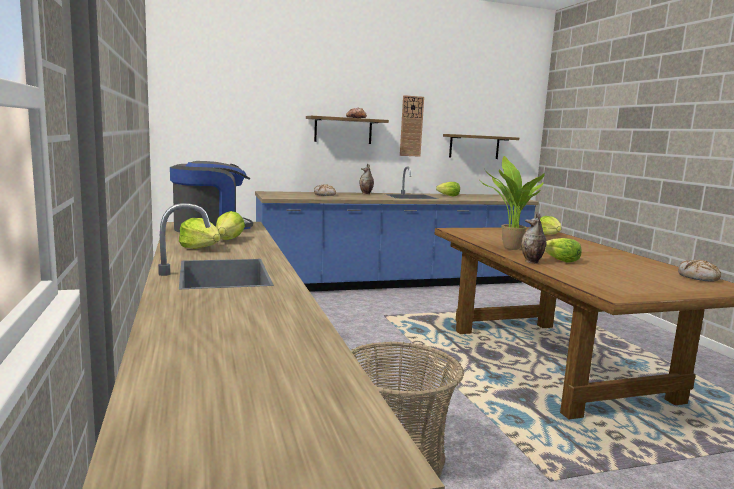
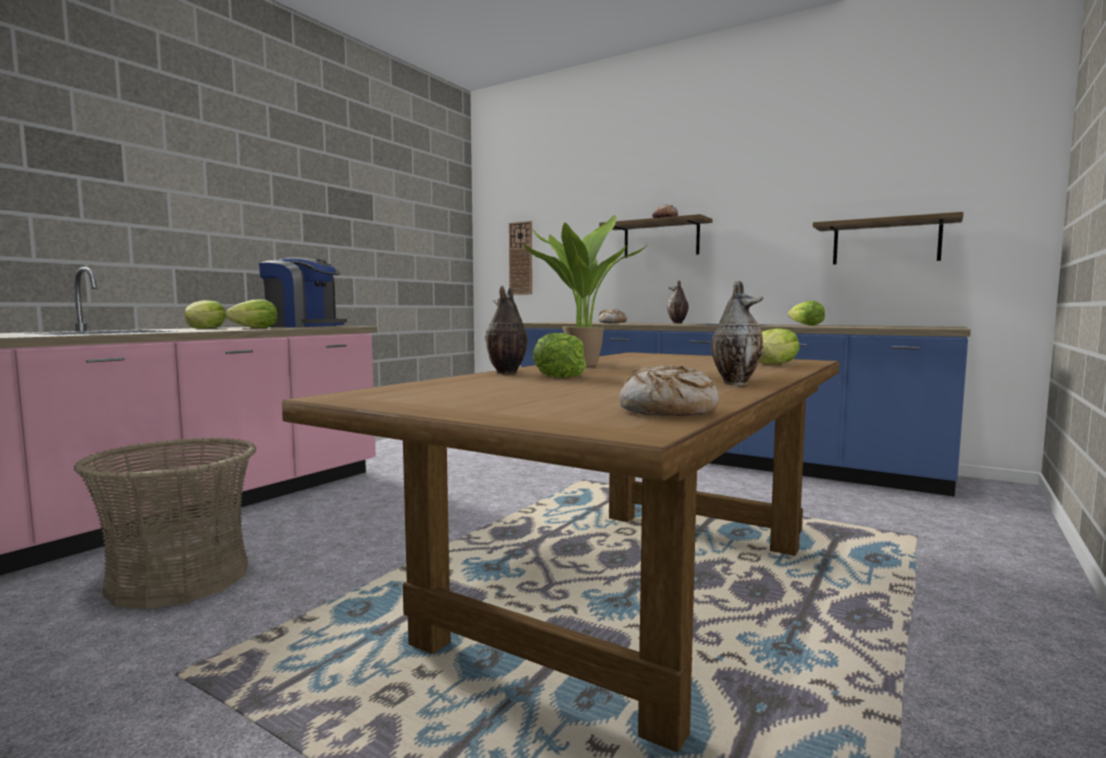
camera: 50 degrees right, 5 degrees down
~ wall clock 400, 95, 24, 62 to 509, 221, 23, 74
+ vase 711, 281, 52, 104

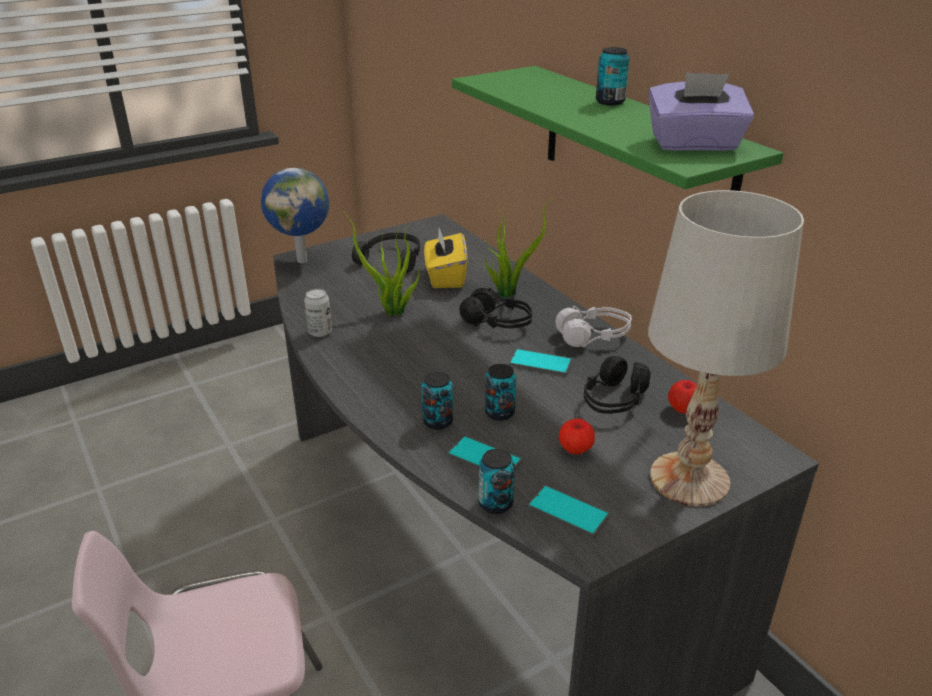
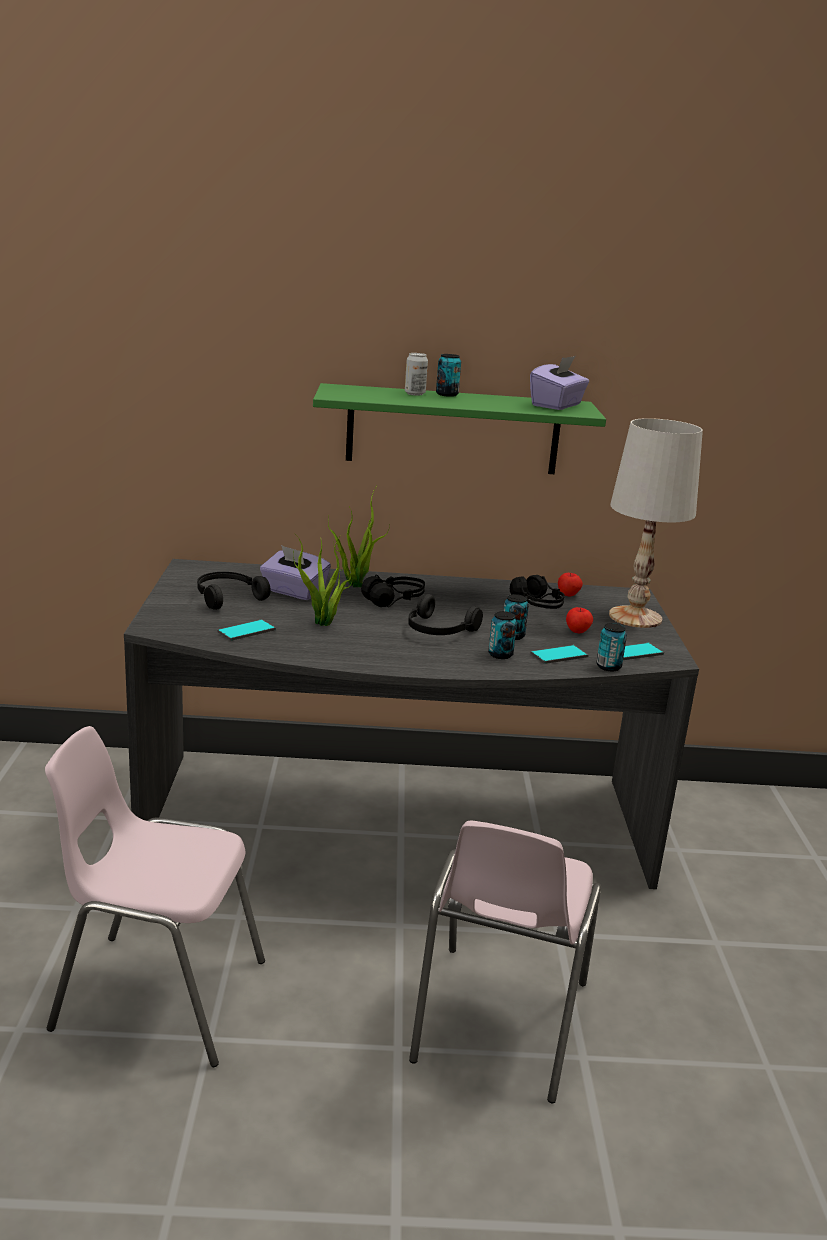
camera: 60 degrees left, 10 degrees down
- globe 261, 168, 68, 95
~ yellow tissue box 424, 228, 43, 60 to purple tissue box 260, 545, 71, 55
~ can 304, 289, 28, 48 to 405, 353, 23, 43
- white headphones 555, 306, 77, 41
~ phone 509, 349, 64, 27 to 217, 619, 59, 22
+ black headphones 408, 594, 75, 41
+ pink chair 45, 726, 220, 341

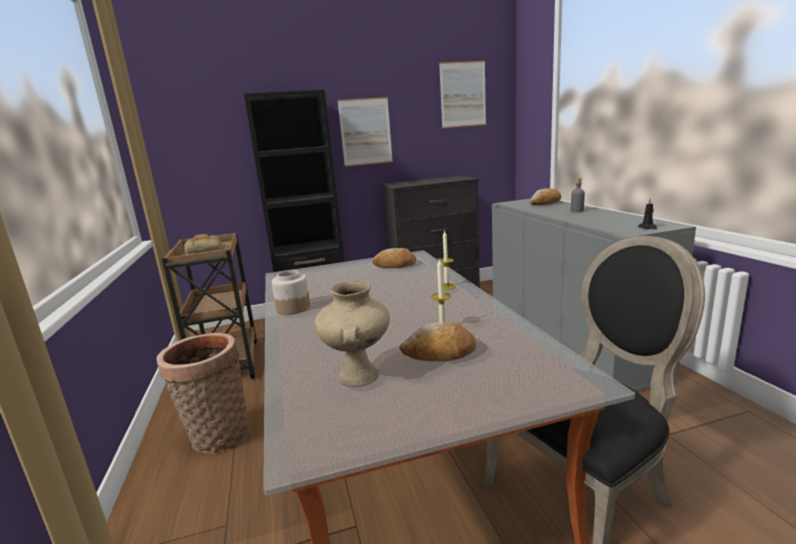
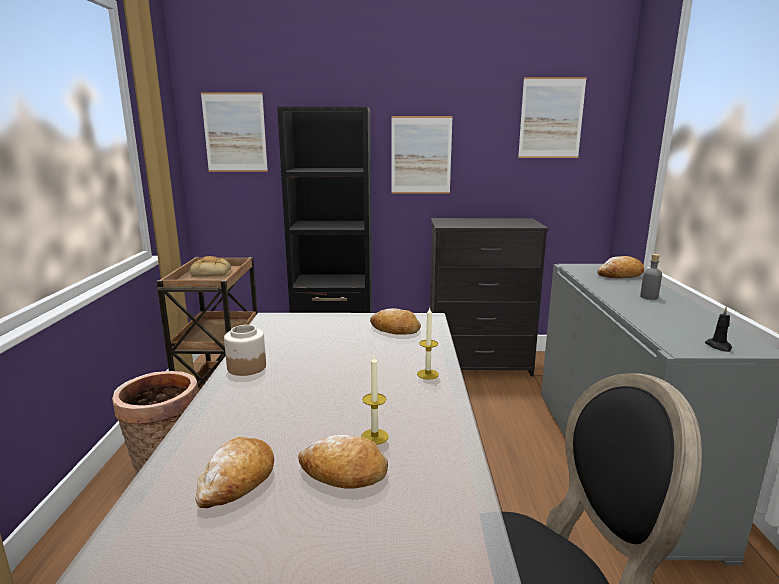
camera: 15 degrees right, 0 degrees up
~ beige vase 315, 281, 75, 106 to bread 196, 437, 78, 71
+ picture 201, 93, 67, 79

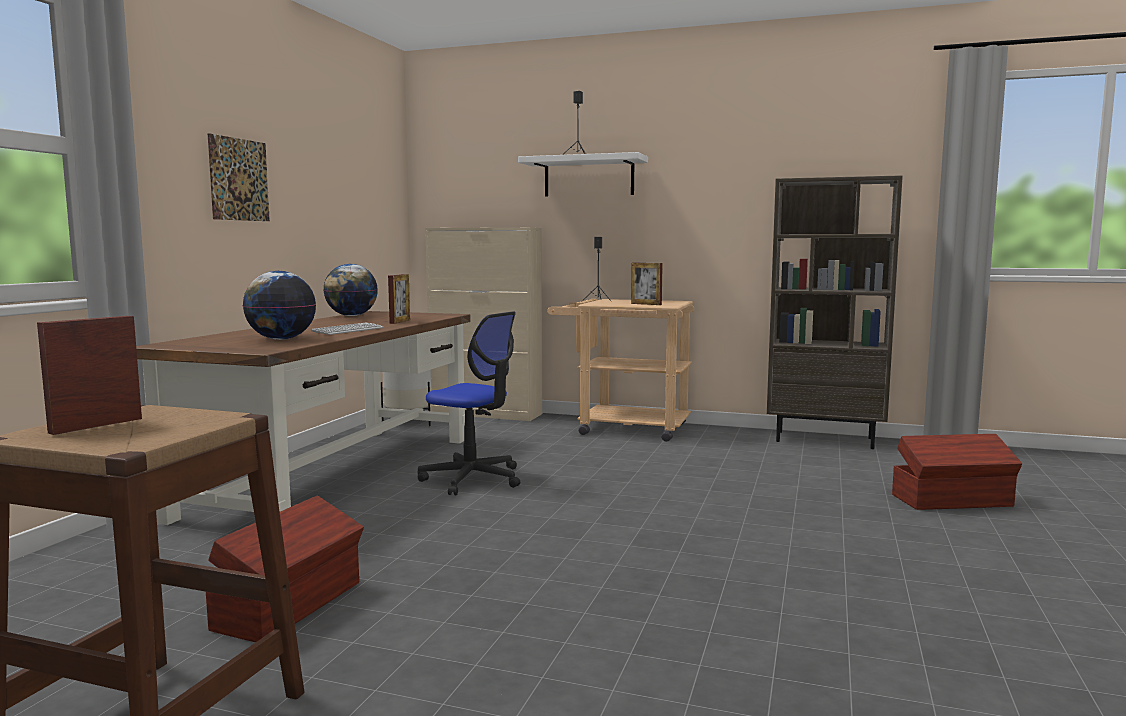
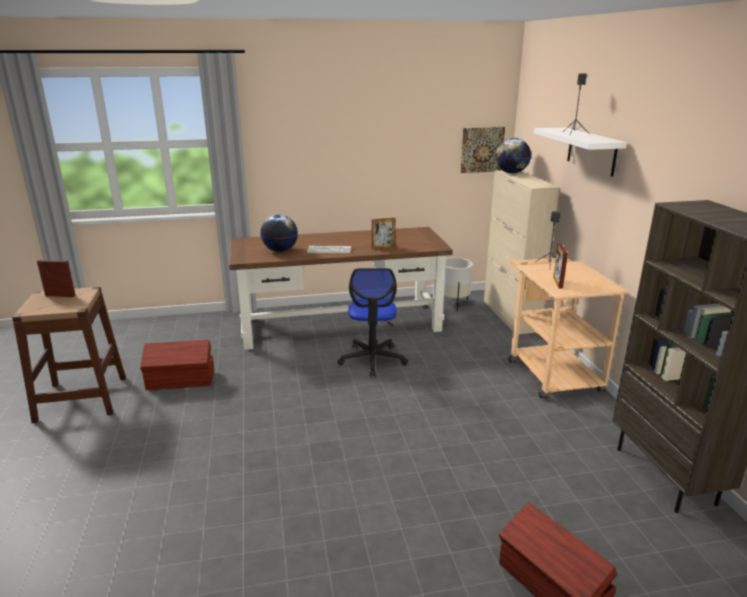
camera: 60 degrees right, 15 degrees up
~ picture 208, 133, 62, 88 to 461, 127, 44, 46
~ globe 323, 264, 55, 52 to 496, 138, 35, 36

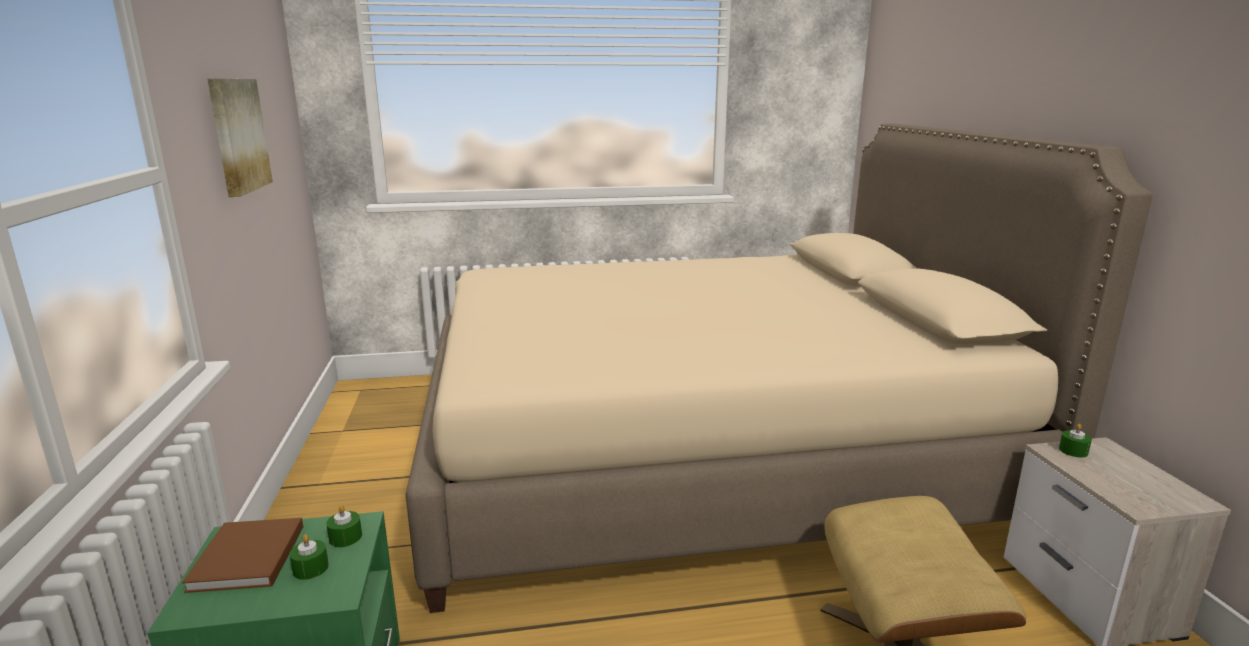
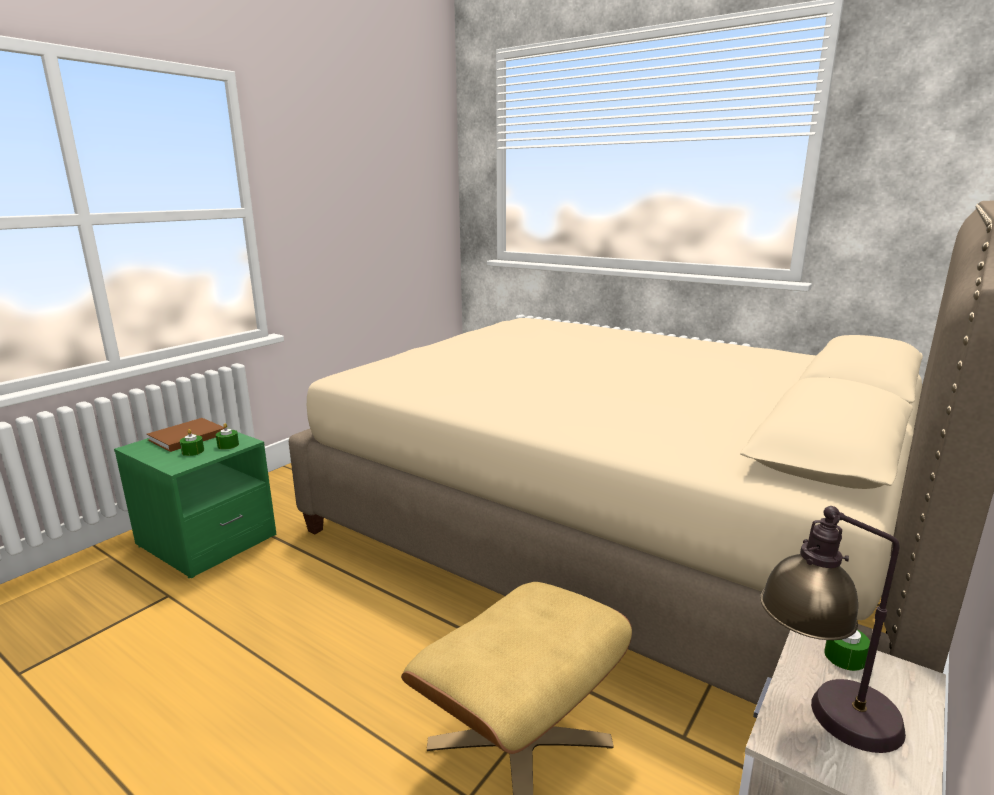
camera: 45 degrees right, 0 degrees up
- picture 207, 79, 66, 118
+ table lamp 760, 506, 146, 247

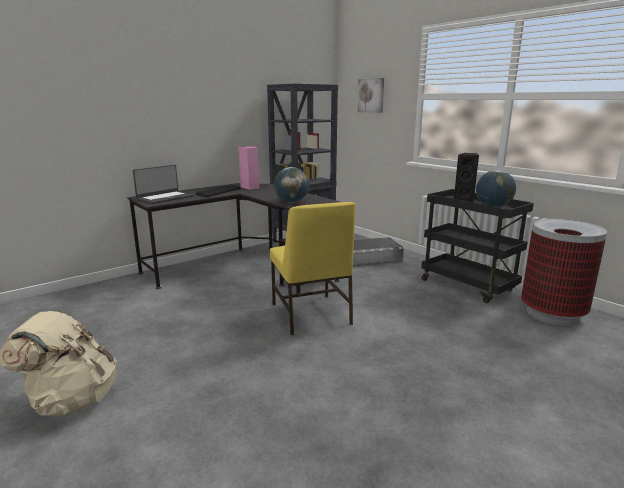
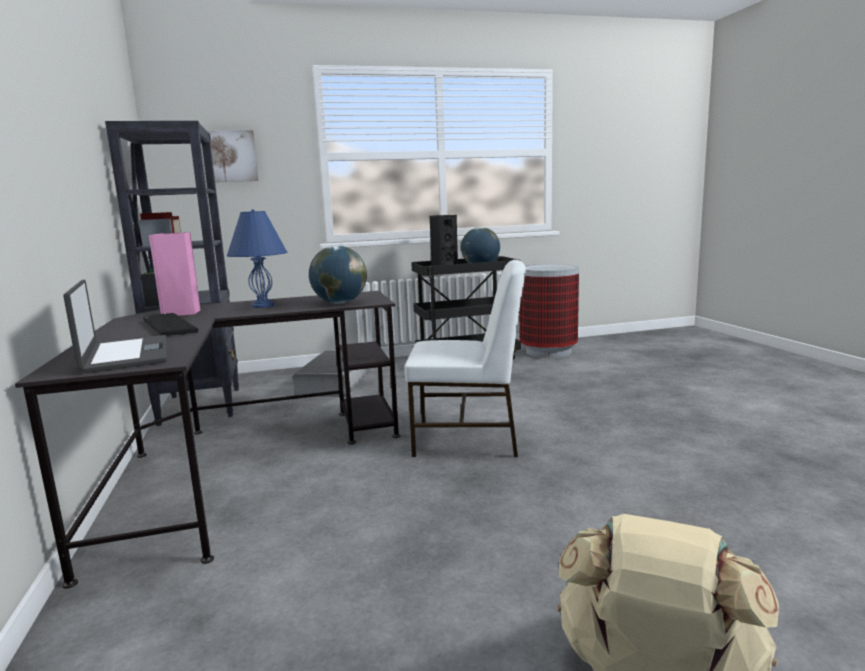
camera: 65 degrees left, 5 degrees down
~ yellow chair 270, 202, 86, 133 to white chair 405, 260, 121, 197
+ blue table lamp 227, 209, 60, 99

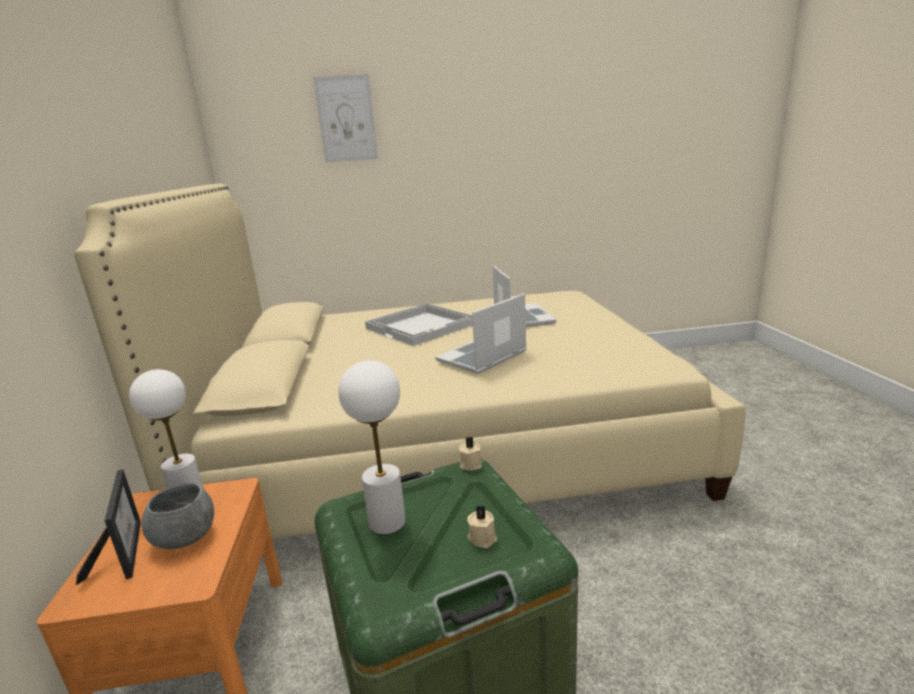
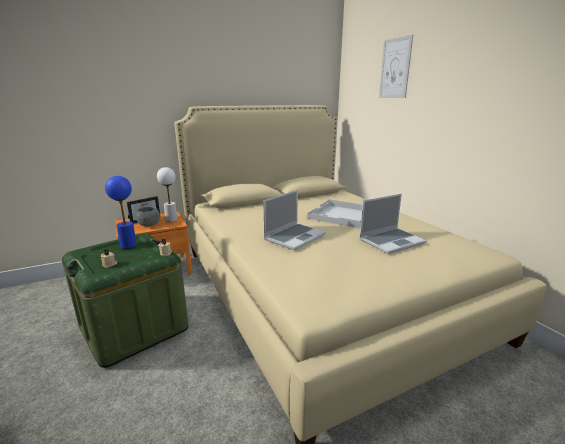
camera: 70 degrees right, 0 degrees up
~ laptop 435, 293, 92, 81 = 263, 190, 63, 60 105 degrees clockwise
~ white table lamp 338, 360, 68, 174 to blue table lamp 105, 176, 32, 73

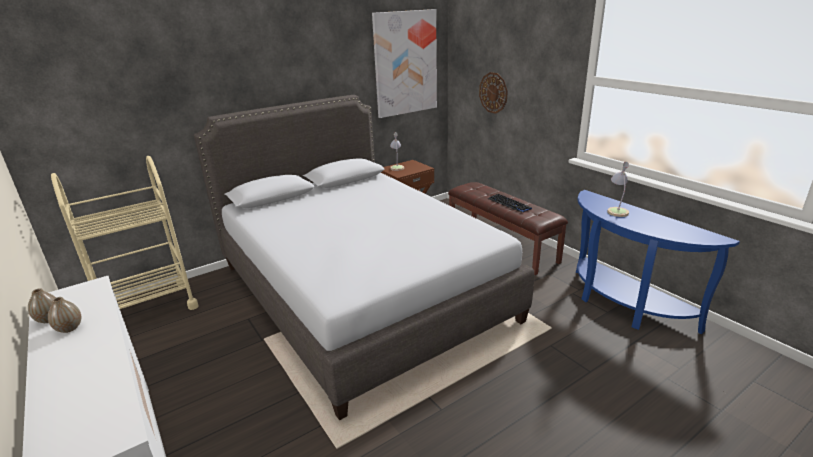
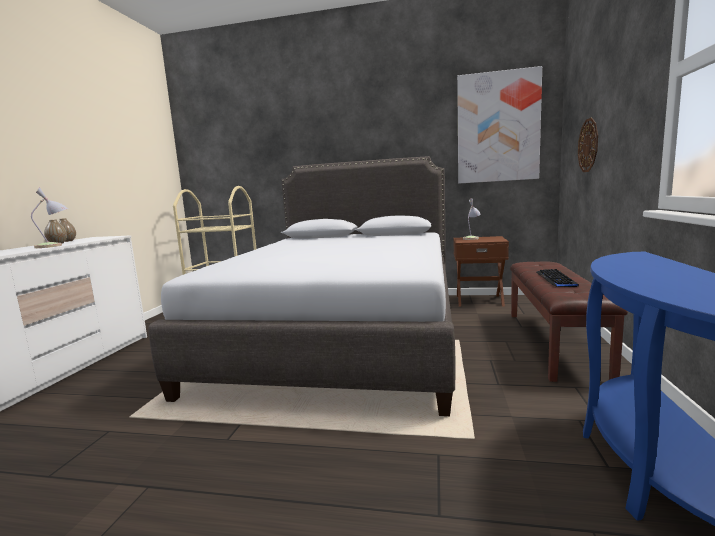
camera: 45 degrees right, 15 degrees down
~ table lamp 607, 162, 22, 55 to 31, 187, 37, 61

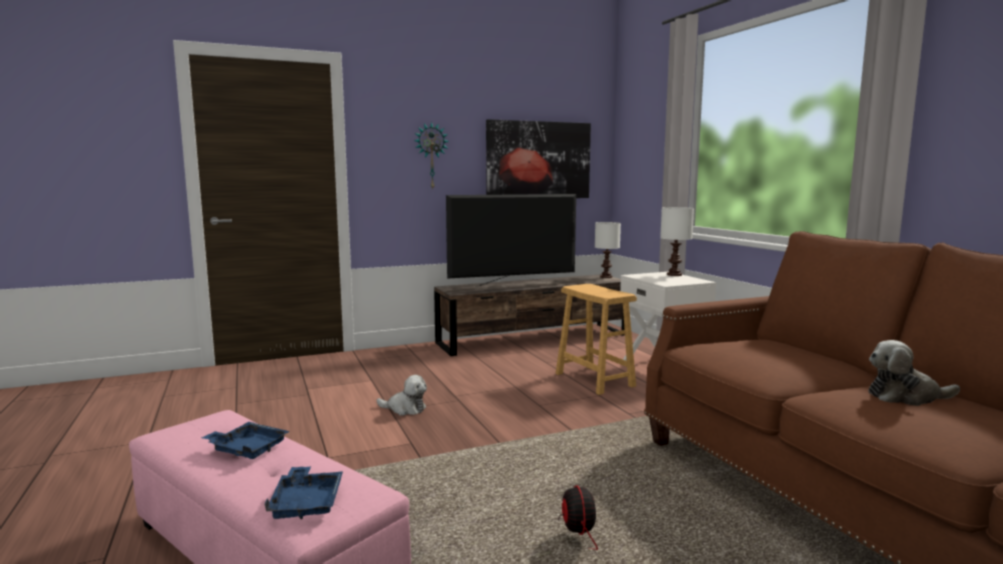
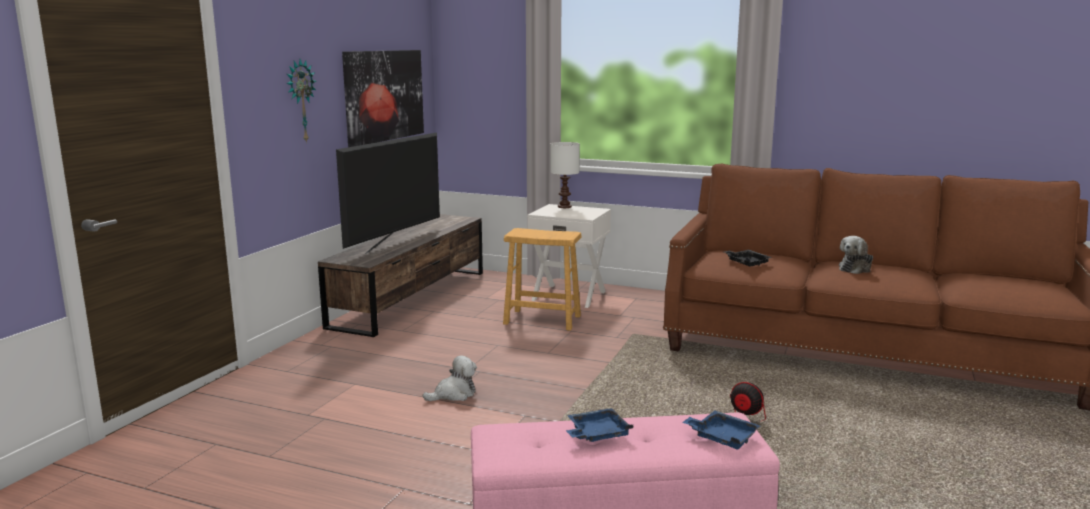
camera: 45 degrees left, 5 degrees up
- white table lamp 595, 222, 26, 56
+ black tray 724, 250, 48, 17

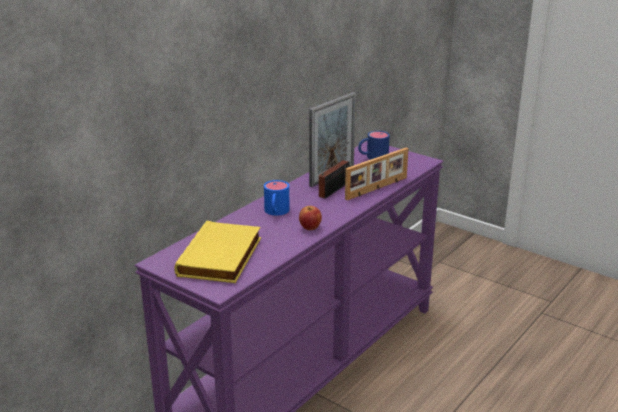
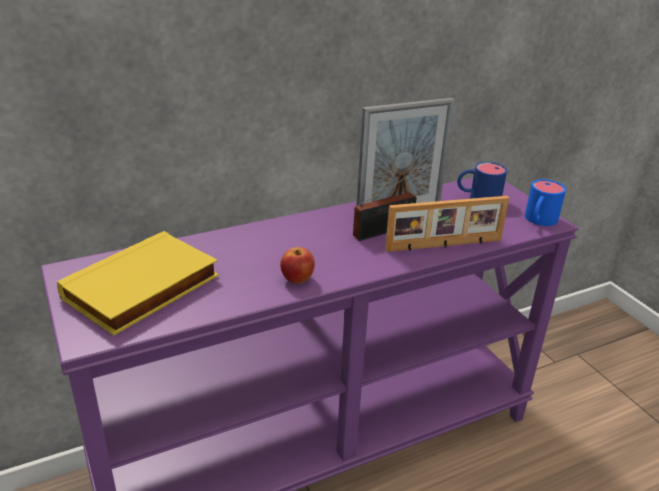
camera: 25 degrees right, 5 degrees up
~ blue mug 264, 180, 26, 36 to 525, 179, 41, 47

